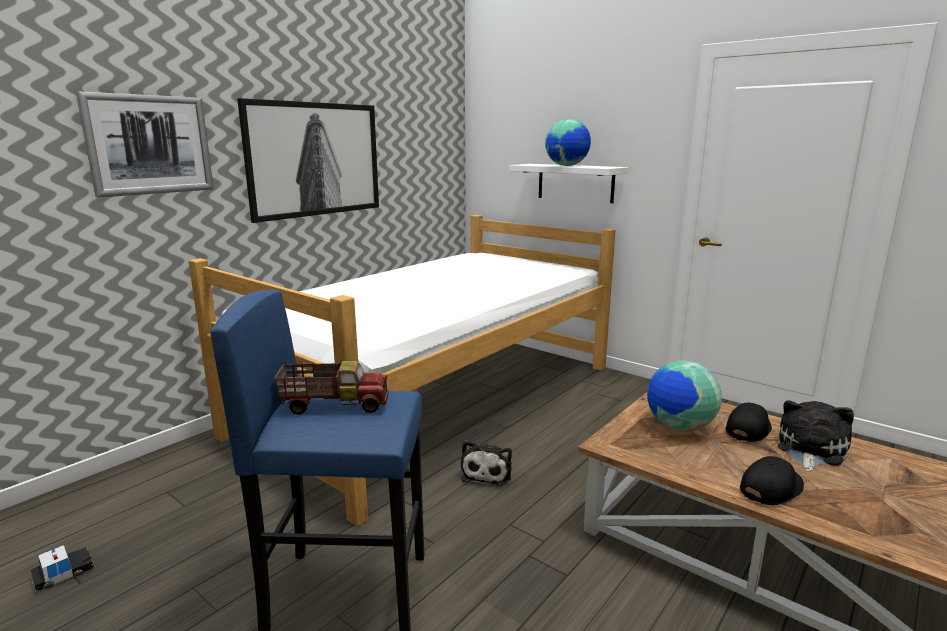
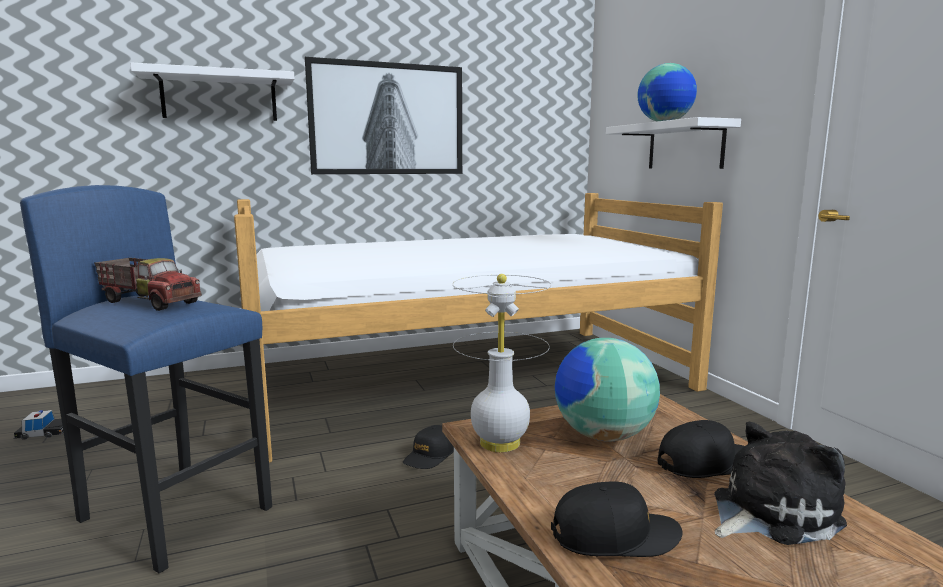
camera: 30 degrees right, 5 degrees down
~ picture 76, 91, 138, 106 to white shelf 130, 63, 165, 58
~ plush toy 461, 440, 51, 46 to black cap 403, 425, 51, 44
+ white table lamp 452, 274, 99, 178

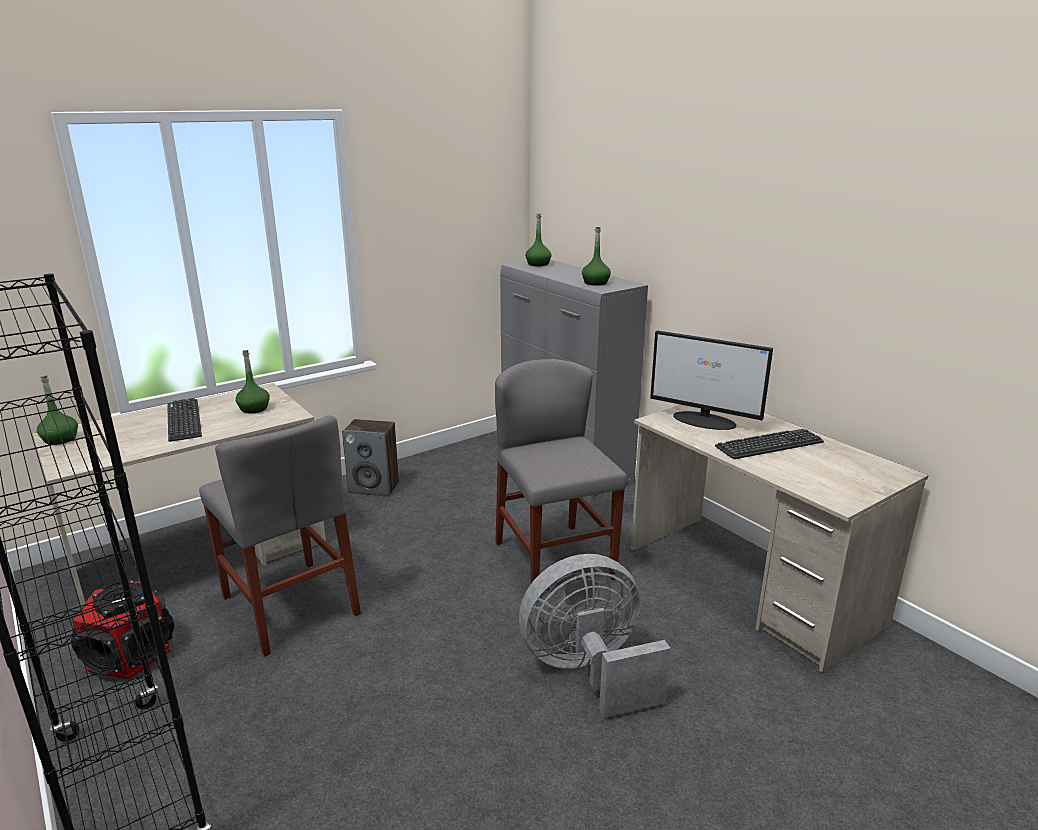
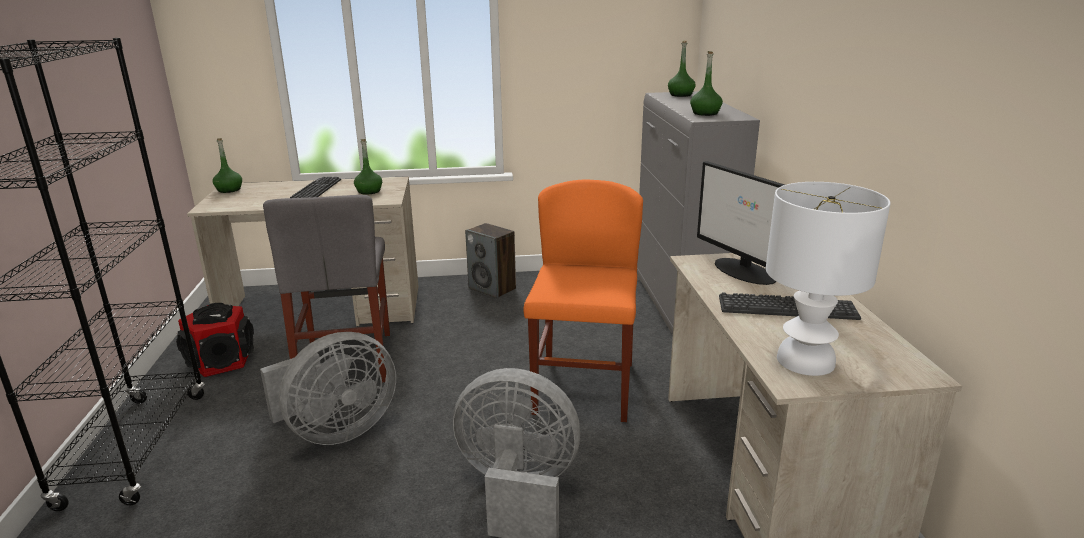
camera: 30 degrees right, 0 degrees up
~ grey chair 495, 359, 132, 224 to orange chair 523, 179, 120, 243
+ white table lamp 766, 182, 124, 194
+ grey fan 260, 332, 136, 113

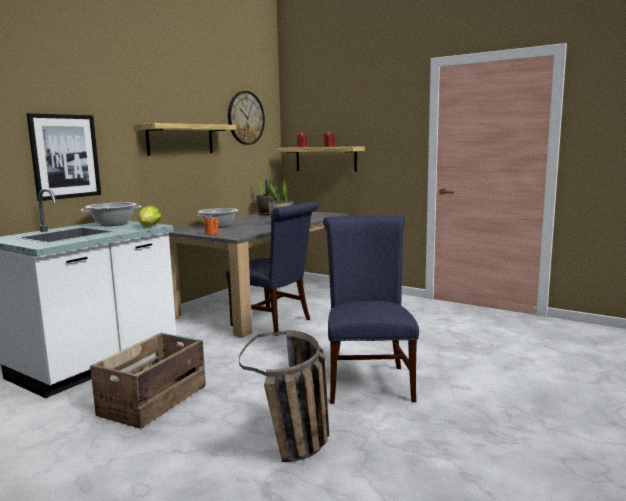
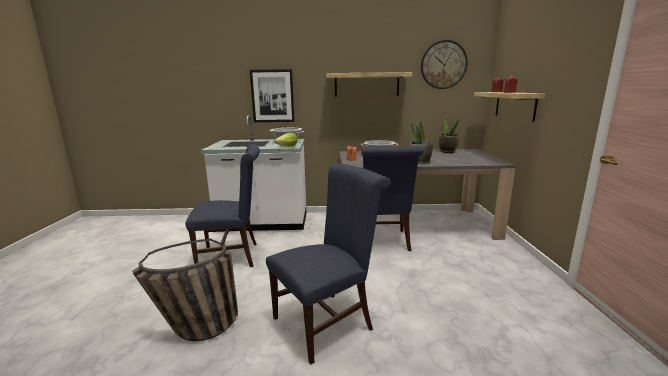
camera: 55 degrees right, 5 degrees up
~ crate 90, 333, 116, 96 to blue chair 186, 144, 74, 123

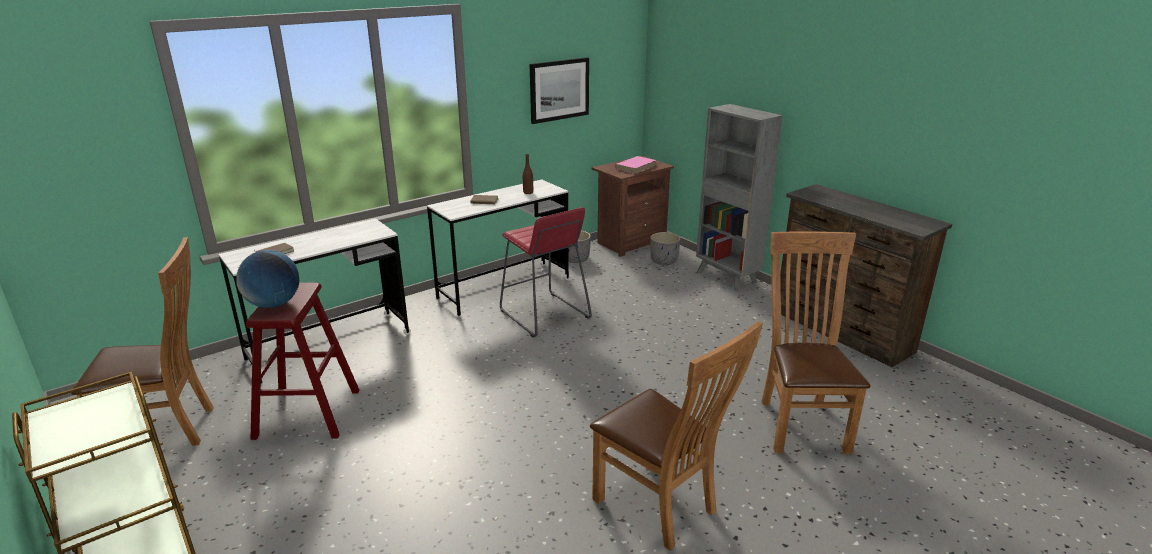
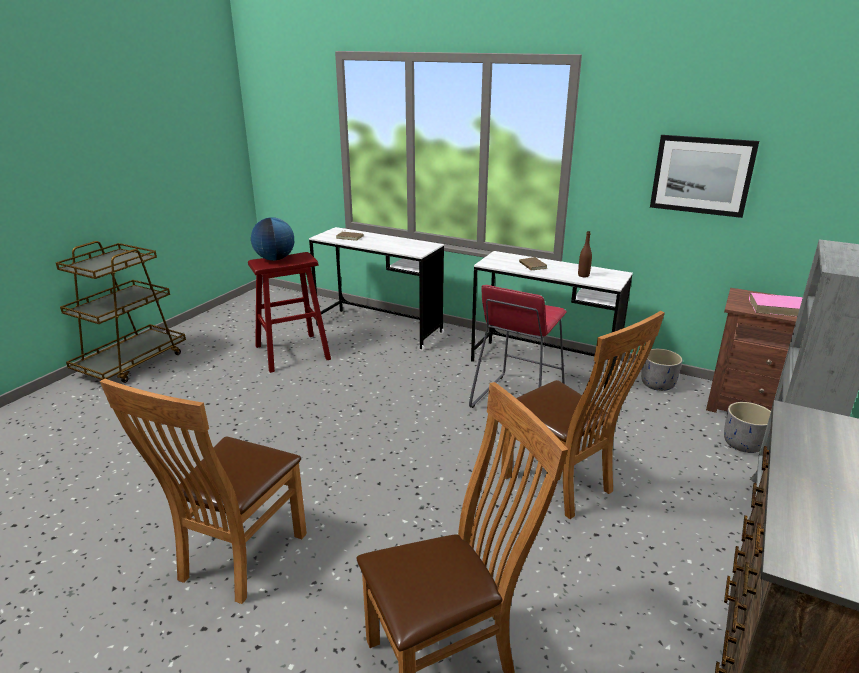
camera: 65 degrees right, 0 degrees up
~ brown chair 71, 237, 143, 209 to 501, 311, 164, 208

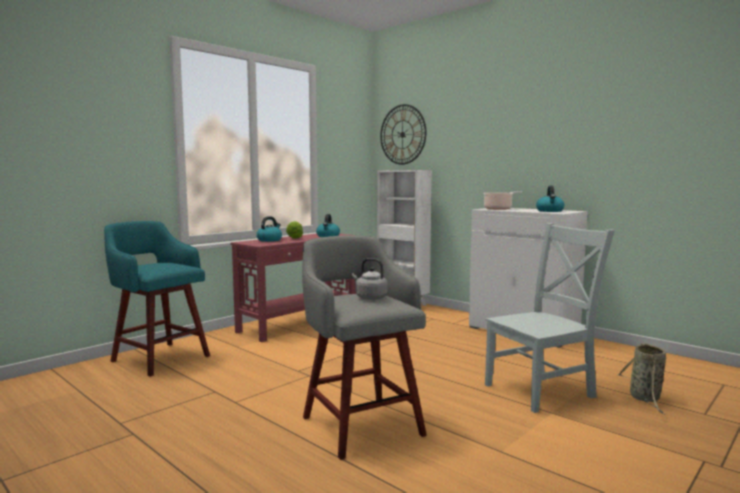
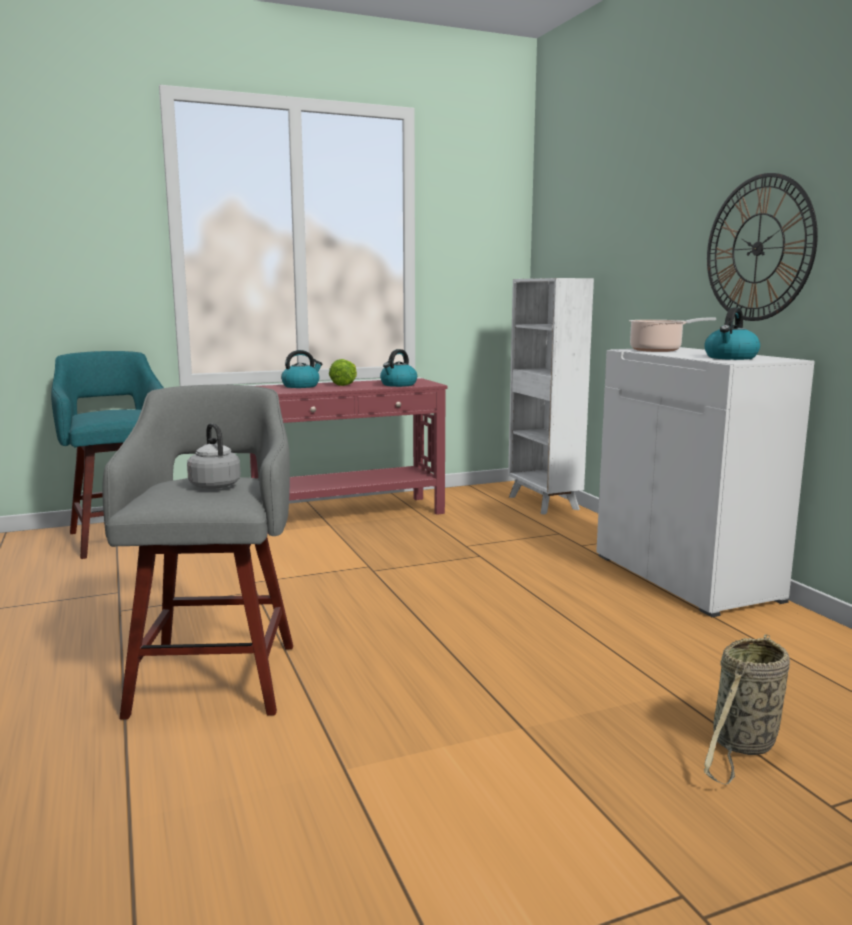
camera: 25 degrees right, 5 degrees up
~ wall clock 380, 104, 46, 61 to 707, 173, 111, 148
- grey chair 485, 223, 130, 190

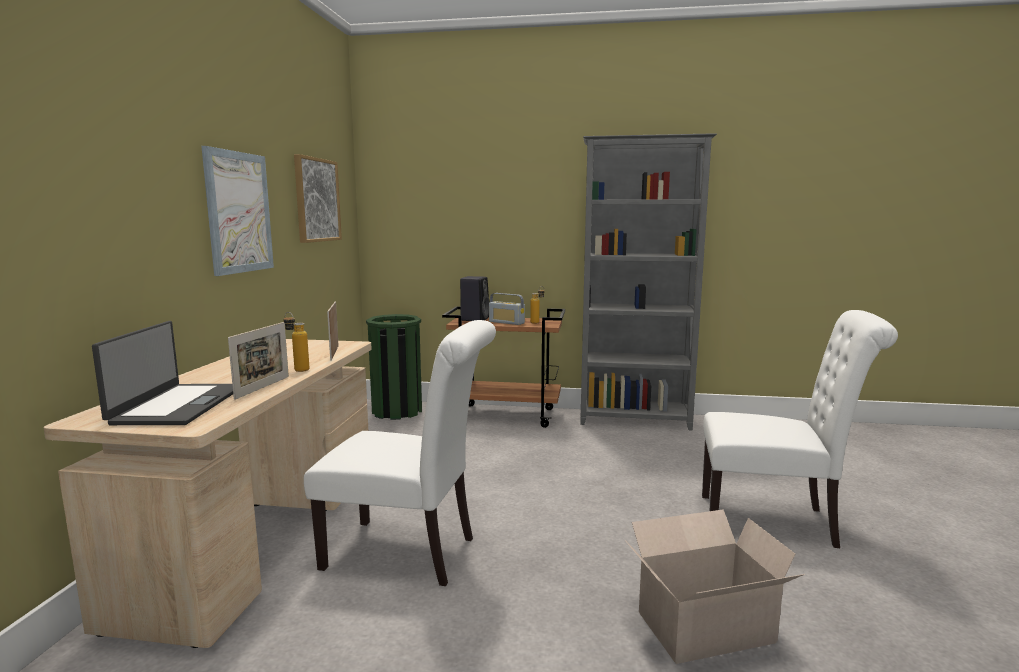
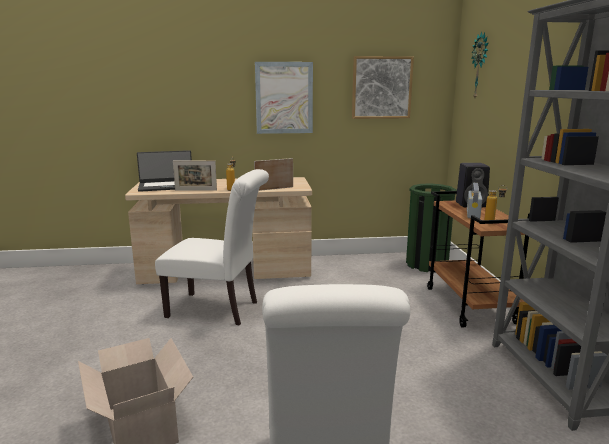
camera: 75 degrees right, 5 degrees up
~ white chair 304, 320, 192, 266 = 155, 169, 114, 157 75 degrees counterclockwise
+ wall clock 472, 32, 17, 66

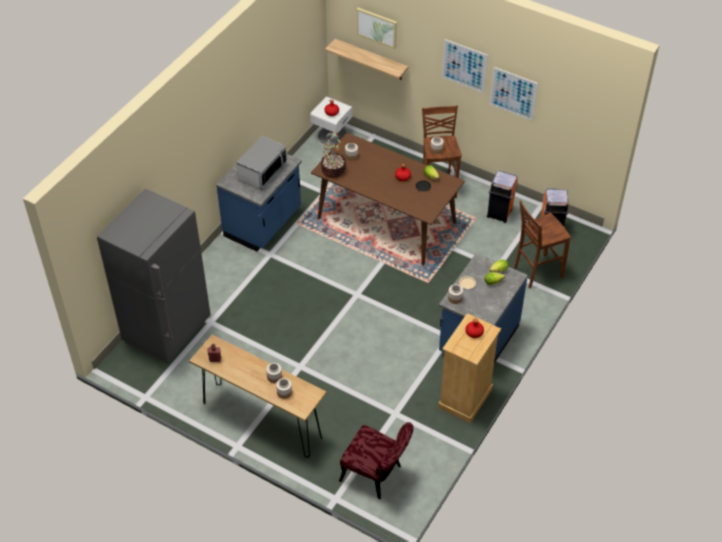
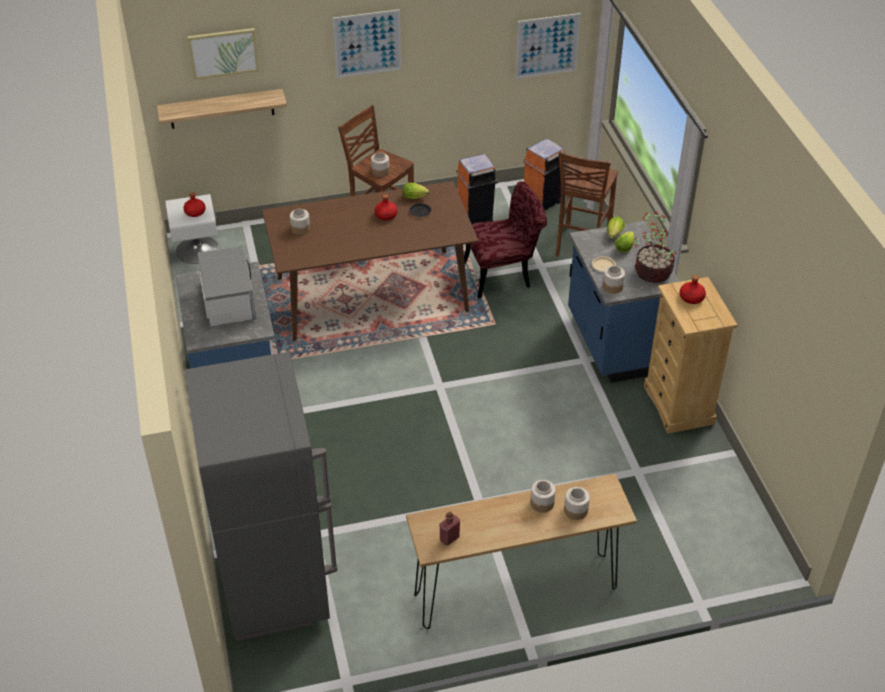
camera: 45 degrees left, 5 degrees down
~ picture 490, 67, 48, 54 to 515, 13, 66, 66
~ potted plant 321, 133, 25, 45 to 634, 211, 43, 72
~ red chair 339, 422, 75, 77 to 464, 181, 83, 117

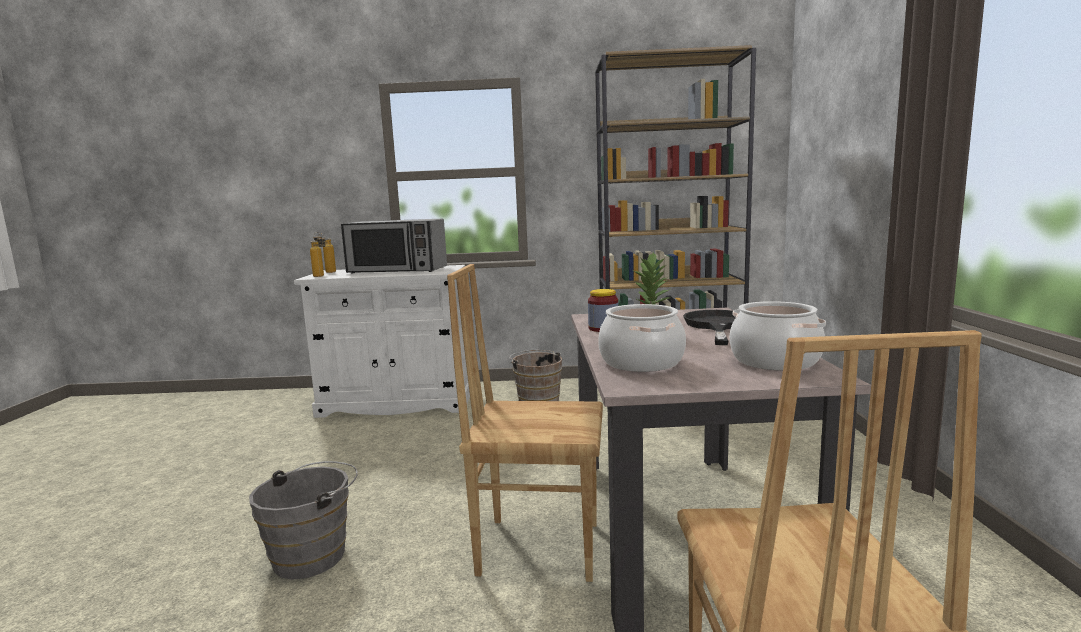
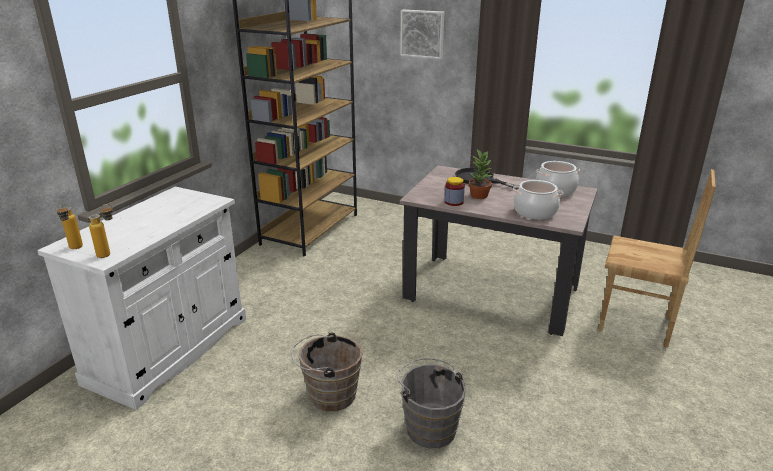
camera: 65 degrees left, 15 degrees up
- microwave 341, 219, 106, 54
- brown chair 447, 264, 156, 318
~ brown bucket 509, 350, 53, 51 to 291, 332, 71, 79
+ picture 400, 10, 44, 49

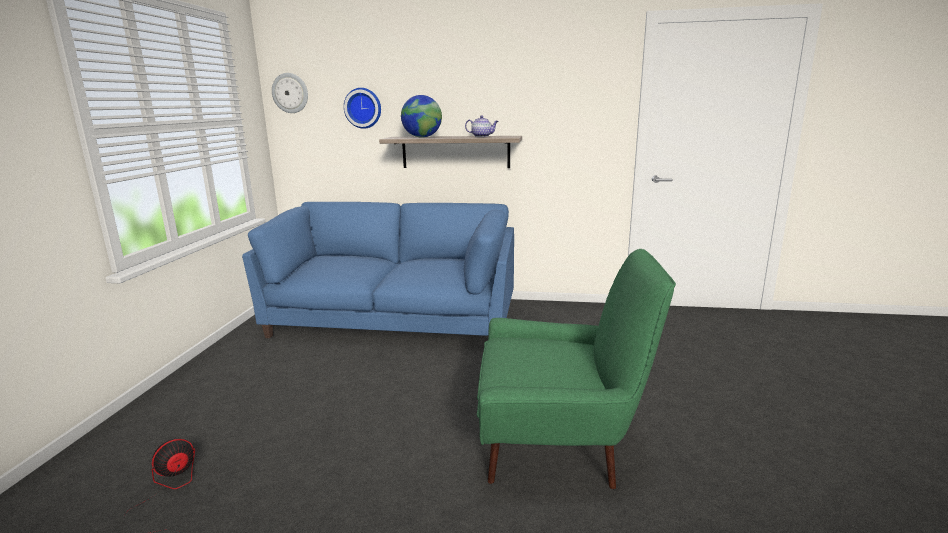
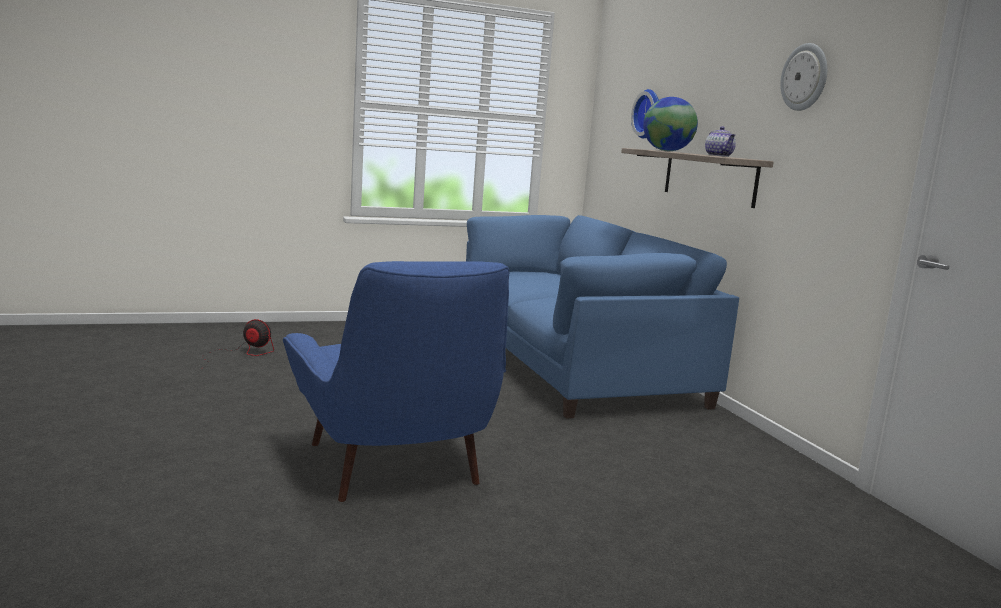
camera: 60 degrees right, 5 degrees down
~ wall clock 272, 73, 36, 40 to 780, 43, 47, 68
~ green armchair 477, 249, 199, 240 to blue armchair 283, 261, 226, 241

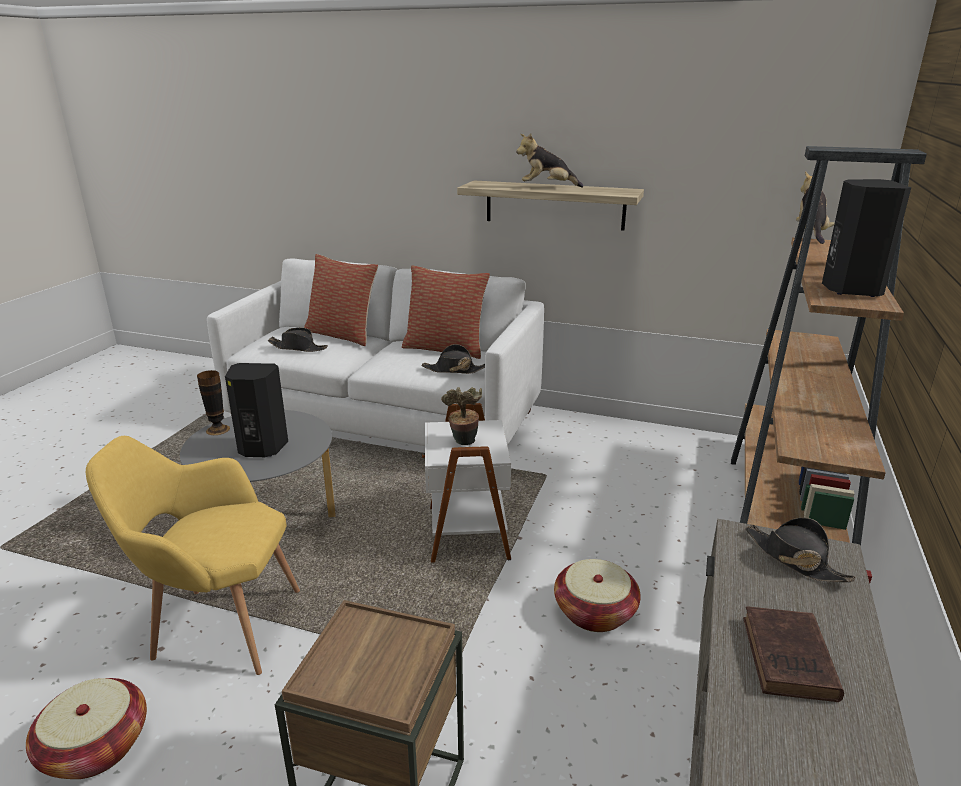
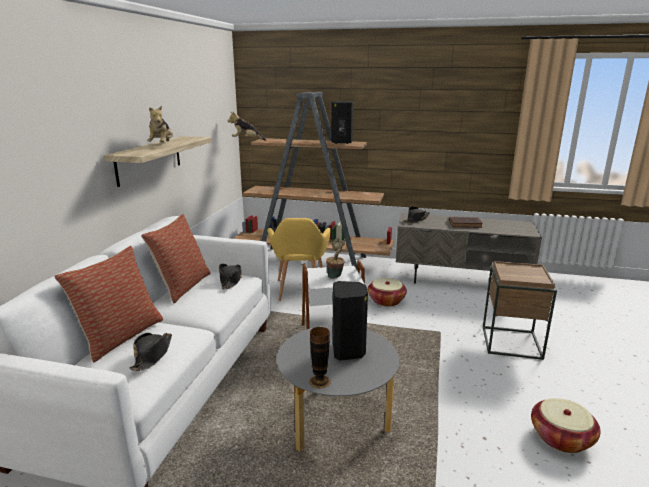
camera: 95 degrees left, 5 degrees down
~ yellow armchair 86, 436, 214, 239 to 267, 218, 64, 83

